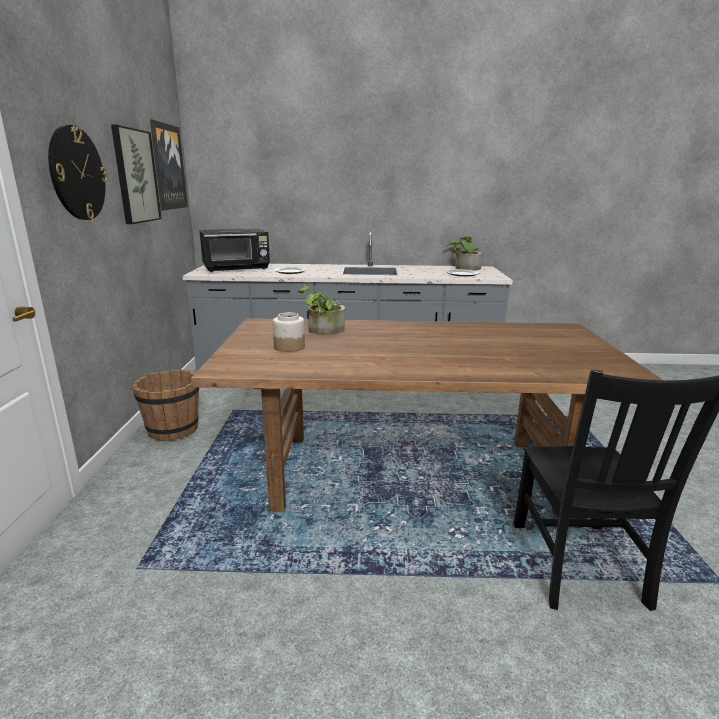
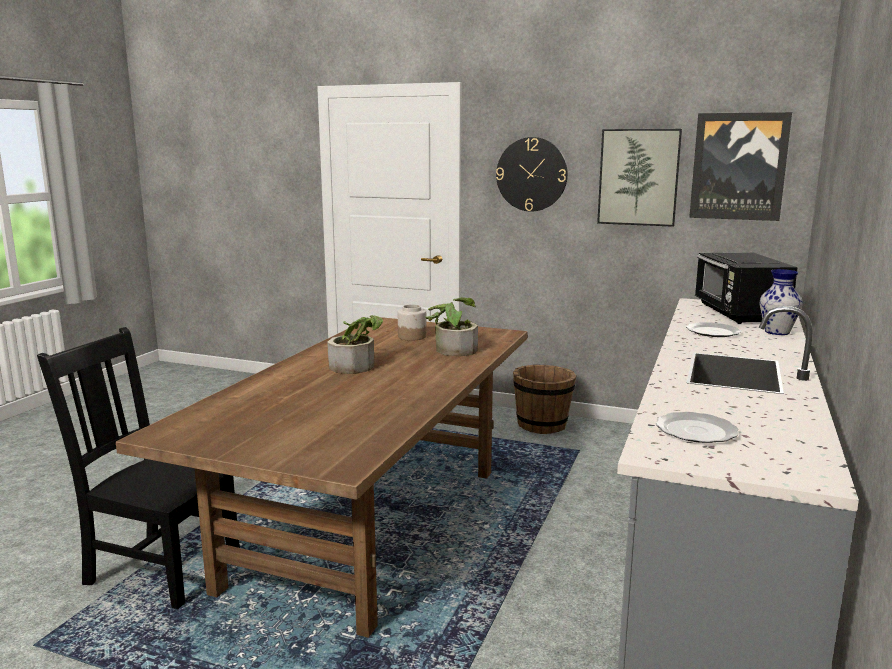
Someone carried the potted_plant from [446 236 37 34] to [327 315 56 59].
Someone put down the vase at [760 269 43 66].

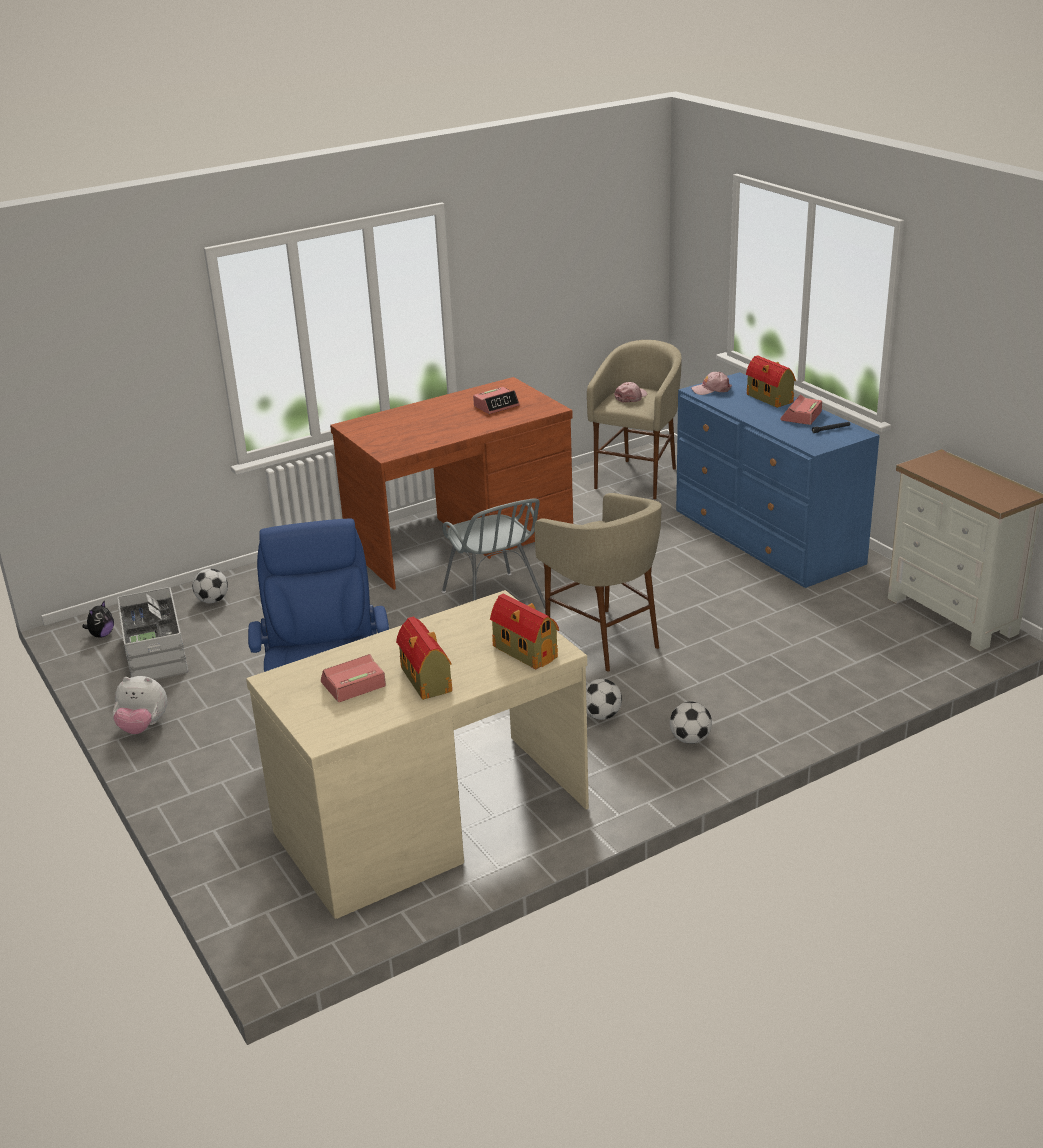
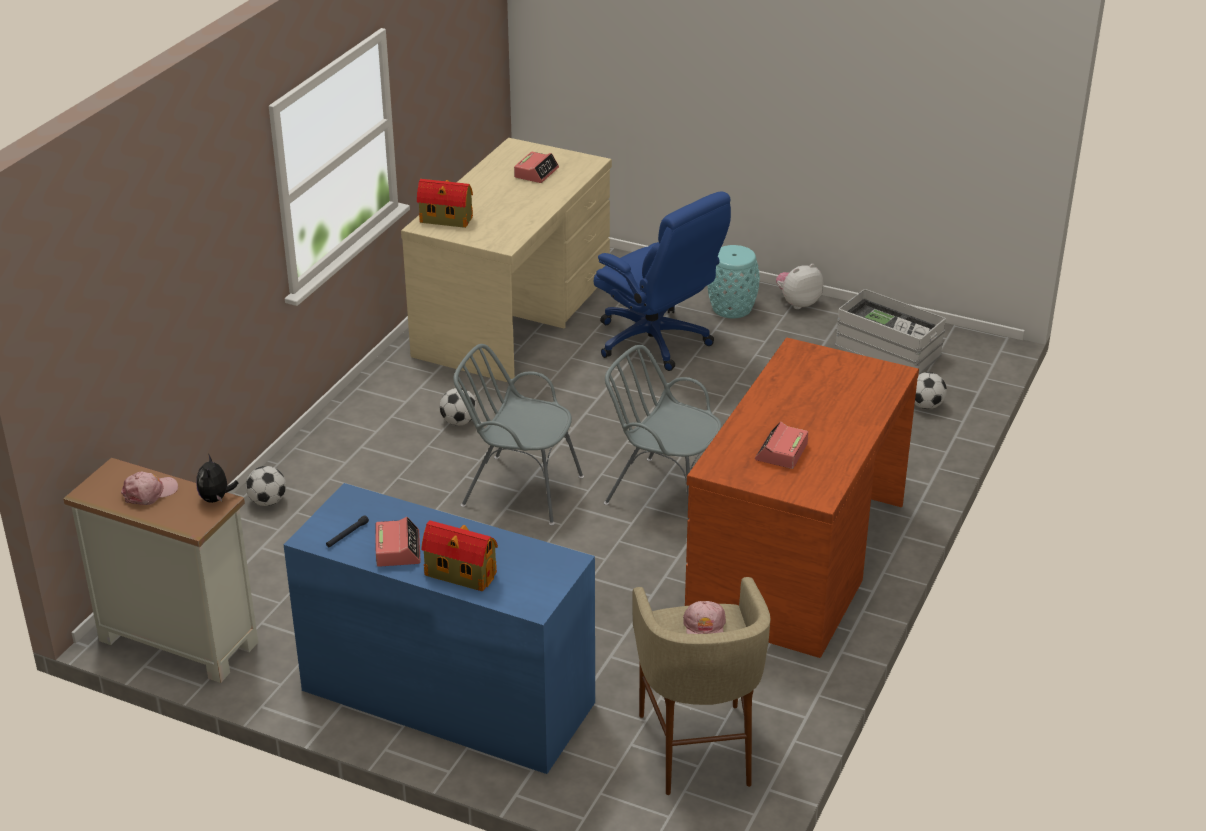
Someone carried the pink_cap from [691 372 41 23] to [121 472 57 33].
Someone carried the plush_toy from [82 600 32 38] to [196 455 42 48].
Someone carried the football from [670 702 42 42] to [246 466 40 40].
Someone swapped the beige_stool at [535 493 127 178] for the grey_chair at [453 344 131 181].
Someone put down the turquoise_stool at [707 245 53 73].
Someone took away the toy_house at [396 616 56 84].

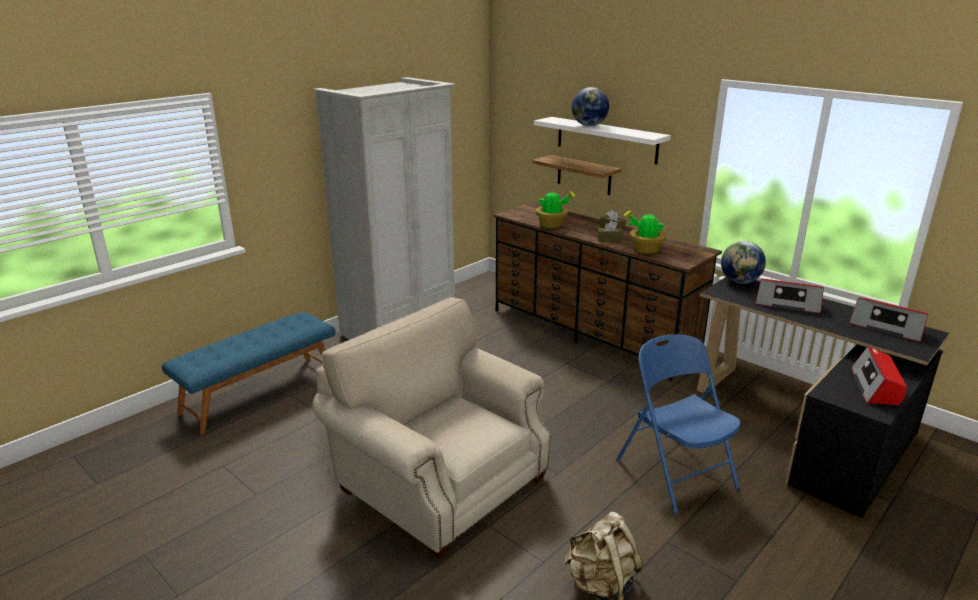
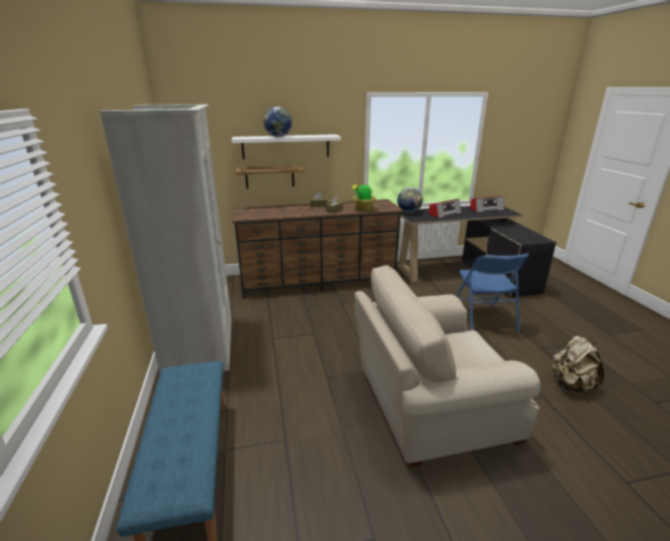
Someone rotated the blue_chair at [616 334 124 180] by 105 degrees counterclockwise.
Someone took away the potted_plant at [536 190 39 38].
Someone took away the radio at [851 346 56 59].

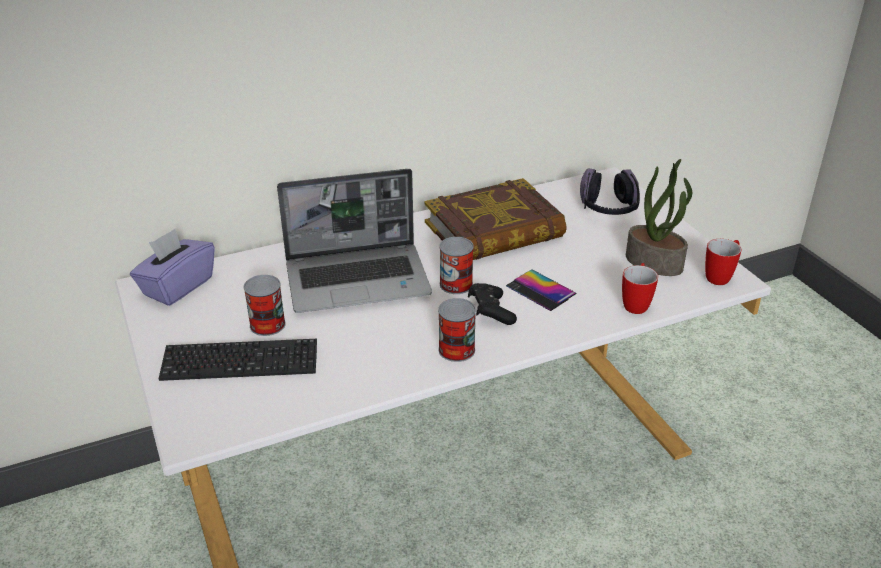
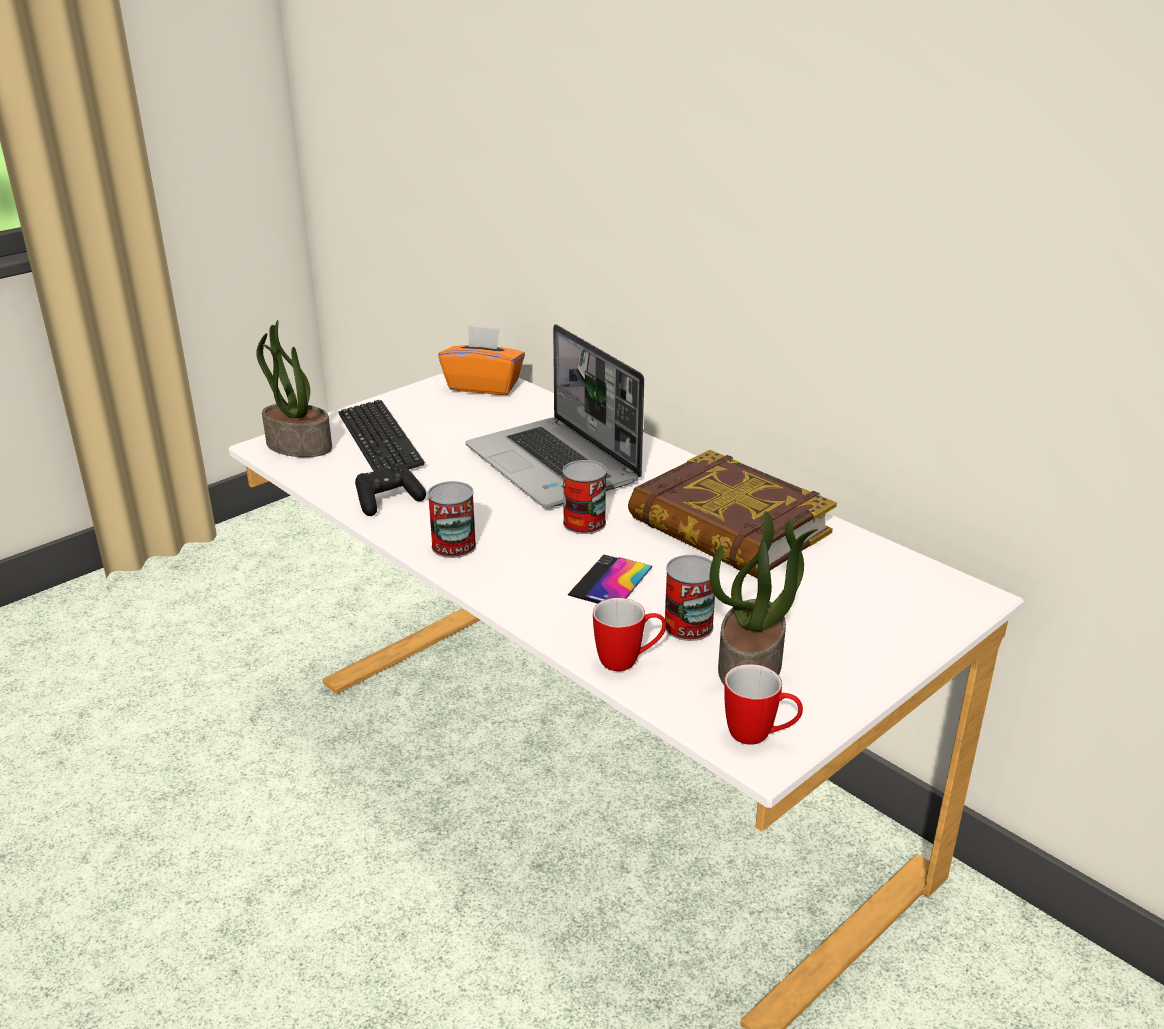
Someone put down the potted_plant at [256 320 76 137].
Someone carried the black_game_controller from [468 283 49 42] to [355 464 71 52].
Someone repainted the purple_tissue_box at [130 229 85 77], which became the orange_tissue_box at [438 325 87 70].
Someone carried the can from [244 275 42 61] to [665 555 50 86].
Someone took away the headphones at [580 168 60 47].

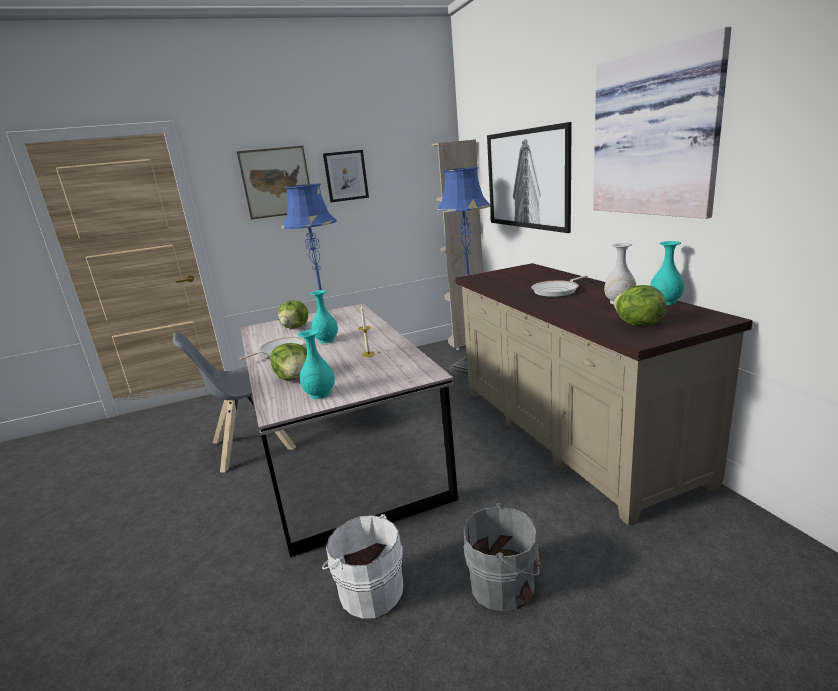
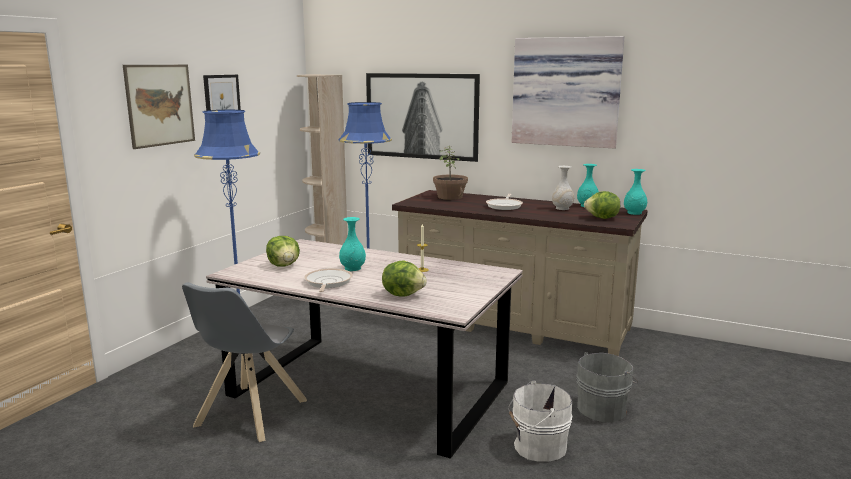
Someone put down the potted_plant at [433 146 35 54].
Someone carried the turquoise_vase from [298 329 37 70] to [624 169 23 46].

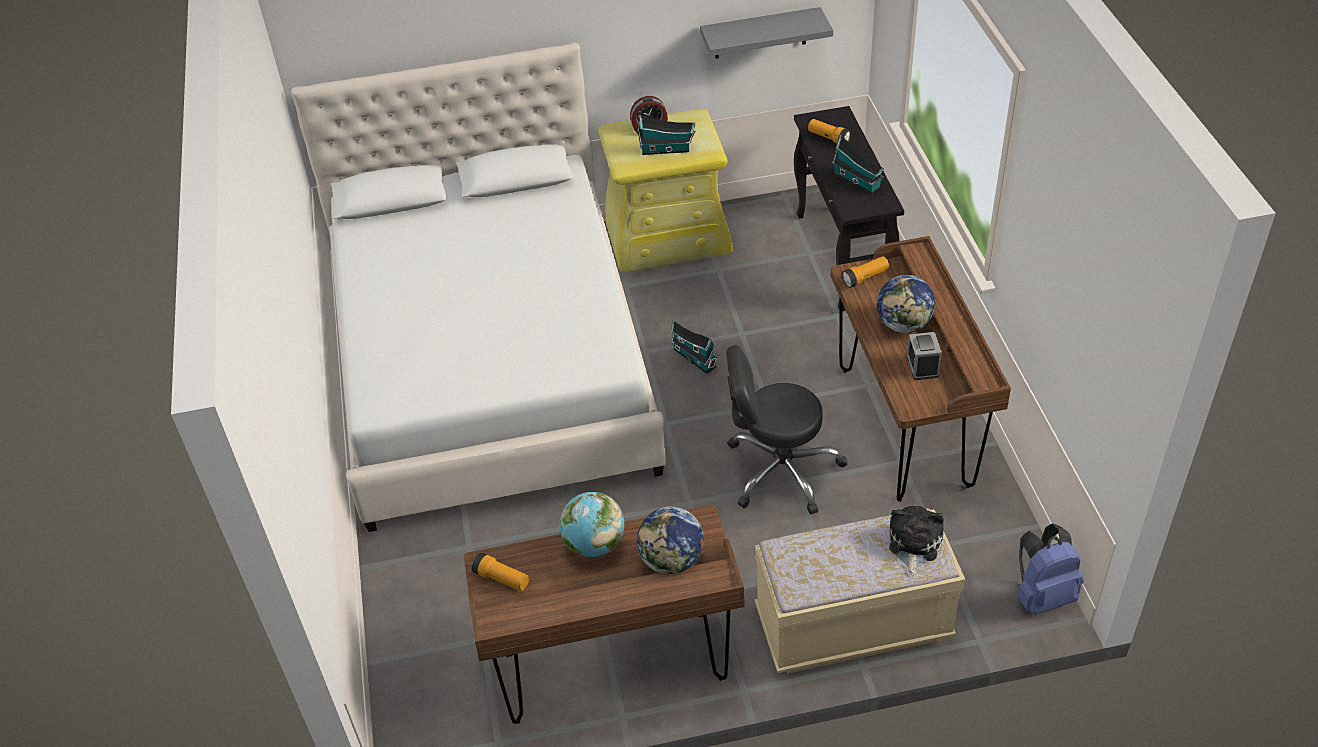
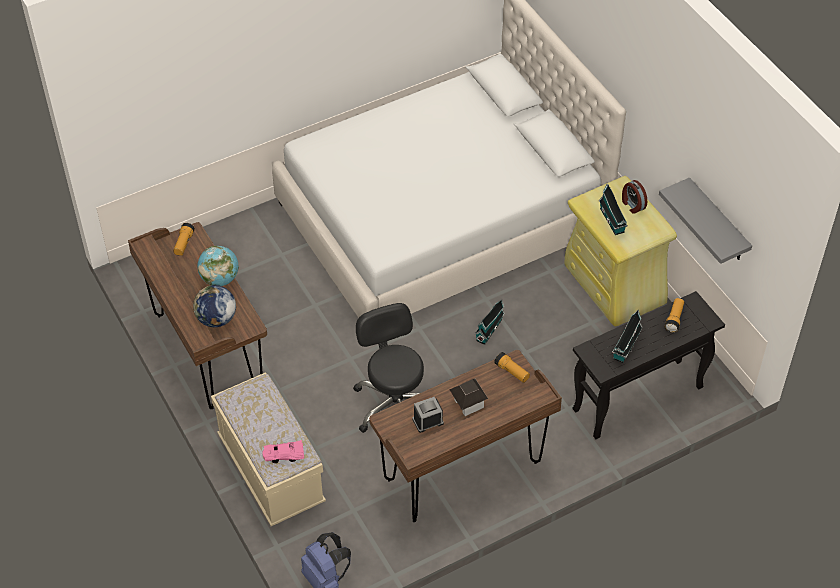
Someone swapped the plush_toy at [889 505 55 70] for the pink_toy_car at [262 440 42 23].
Someone swapped the globe at [877 275 58 58] for the toy_house at [449 379 39 37].

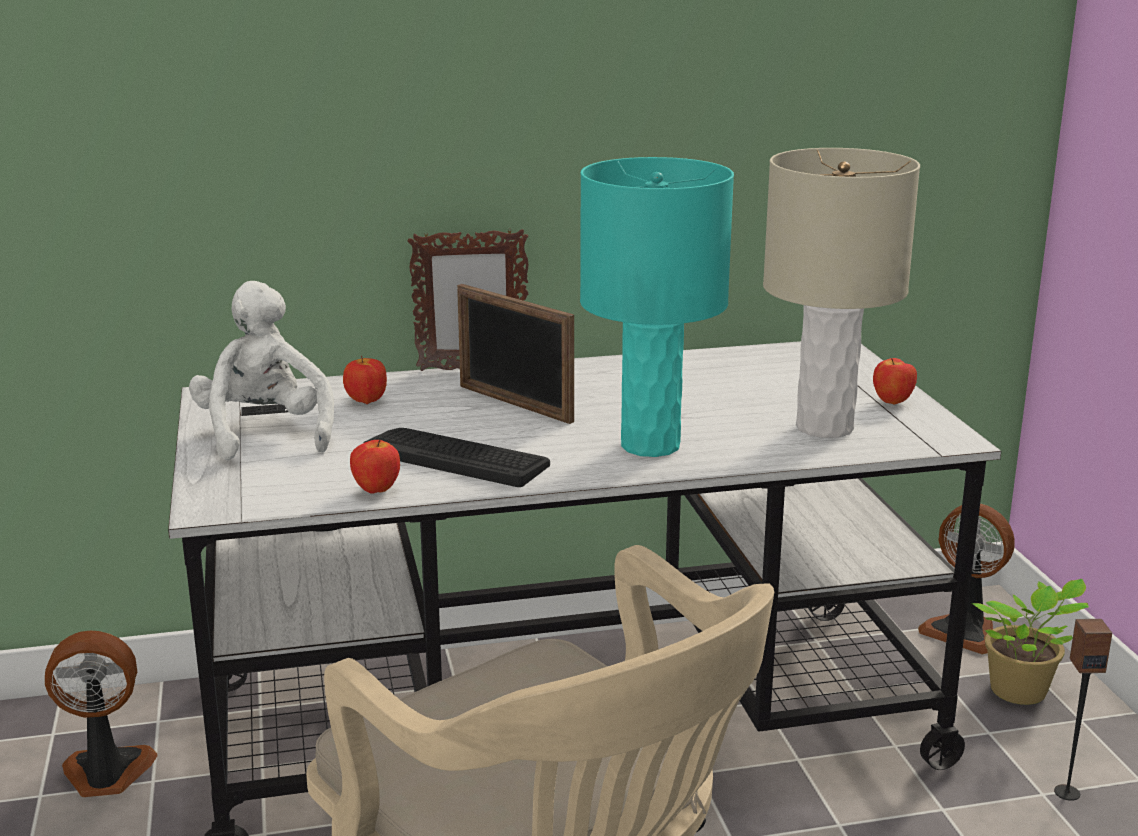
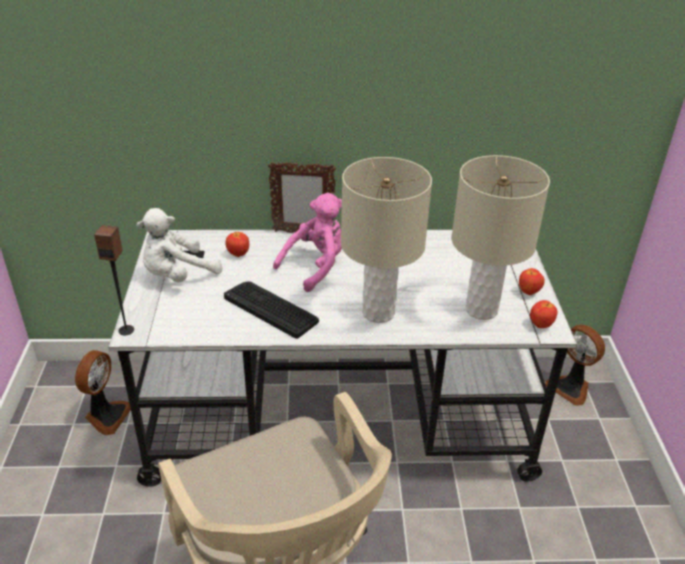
Someone rotated the fan at [45 631 112 166] by 105 degrees clockwise.
Someone carried the speaker from [1054 619 58 182] to [94 225 40 110].
Someone rotated the white_plush_toy at [189 281 145 179] by 120 degrees counterclockwise.
Someone swapped the picture_frame at [457 284 117 140] for the pink_plush_toy at [273 193 69 99].
Someone repainted the turquoise_table_lamp at [580 157 154 300], which became the beige_table_lamp at [341 157 91 166].
Someone carried the apple from [350 440 50 54] to [530 300 27 28].
Someone took away the potted_plant at [971 579 118 126].

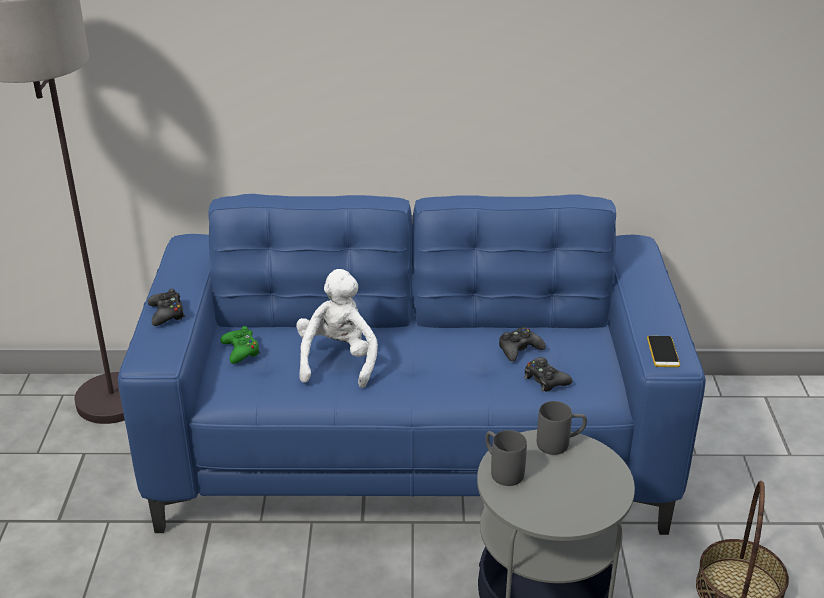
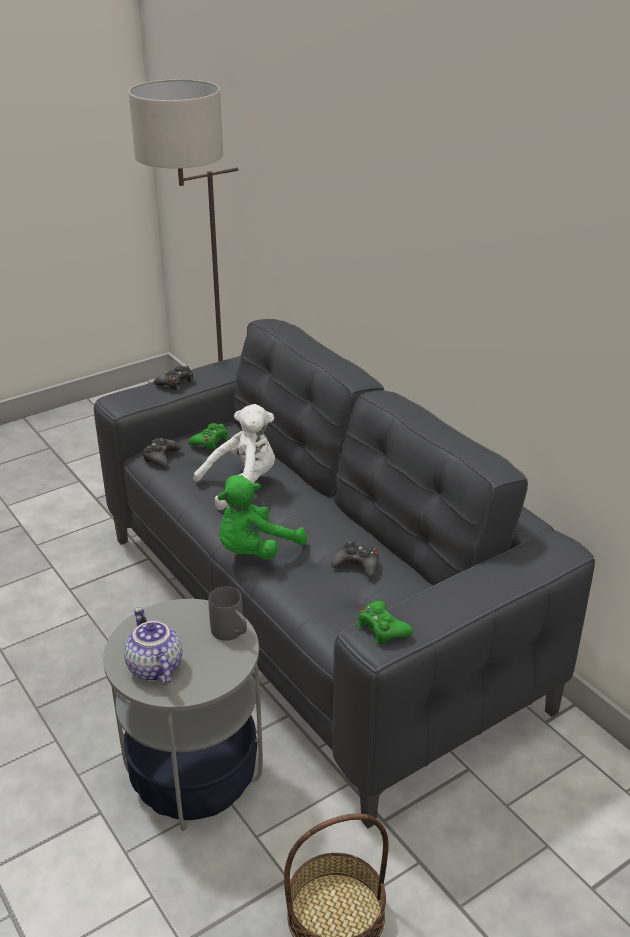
Someone repainted the blue_sofa at [118 194 588 341], which became the grey_sofa at [94 319 501 510].
Someone put down the teapot at [124 607 58 78].
Someone carried the black_game_controller from [524 357 49 35] to [143 438 38 29].
Someone put down the green_plush_toy at [217 475 90 85].
Someone swapped the phone at [647 336 33 31] for the green_game_controller at [357 601 56 43].
Someone took away the grey_mug at [485 430 42 56].

